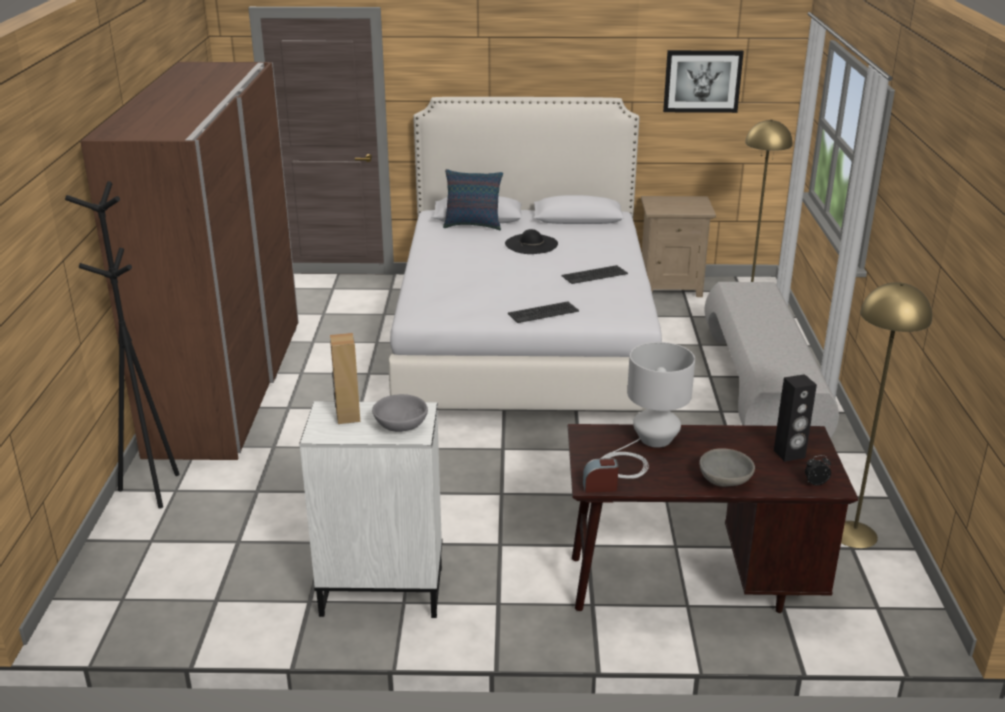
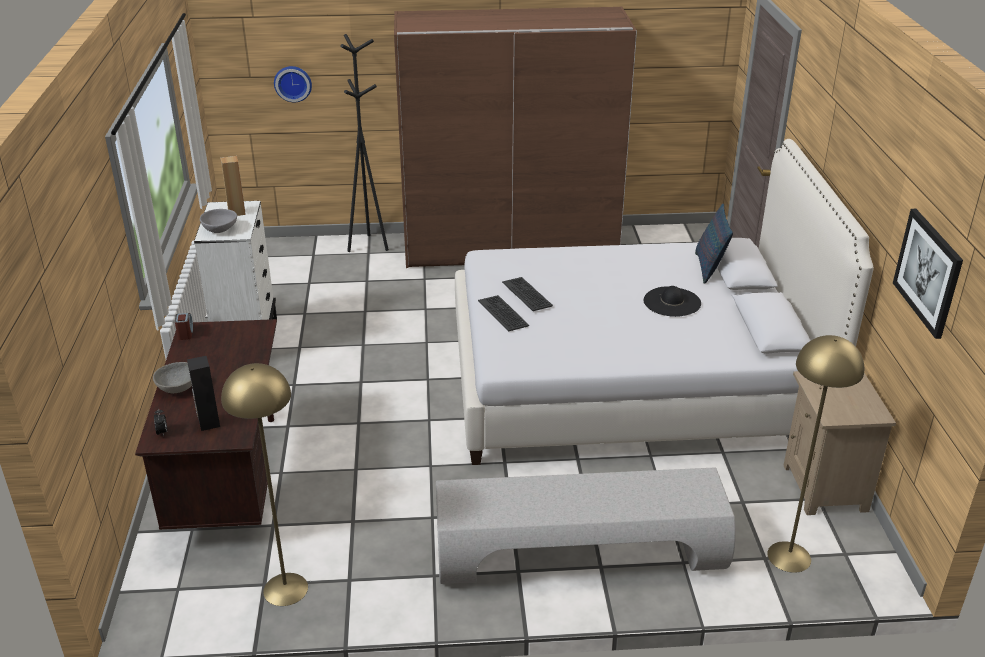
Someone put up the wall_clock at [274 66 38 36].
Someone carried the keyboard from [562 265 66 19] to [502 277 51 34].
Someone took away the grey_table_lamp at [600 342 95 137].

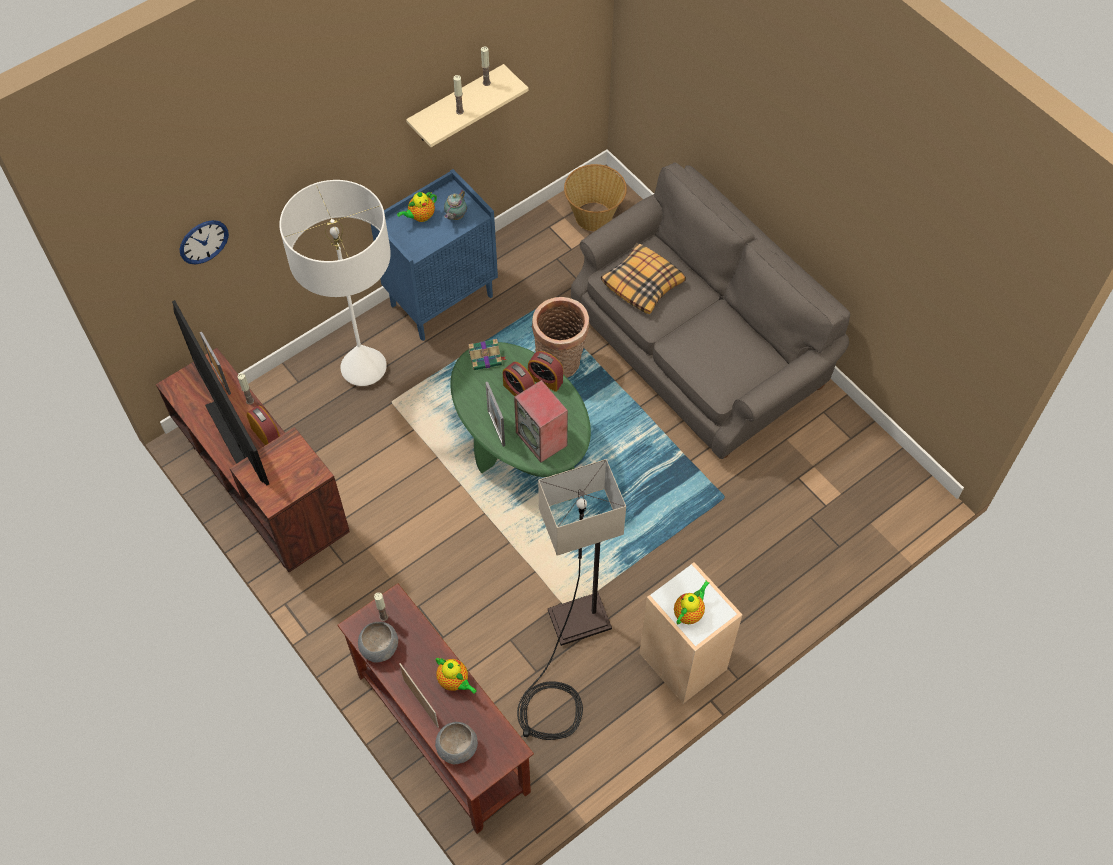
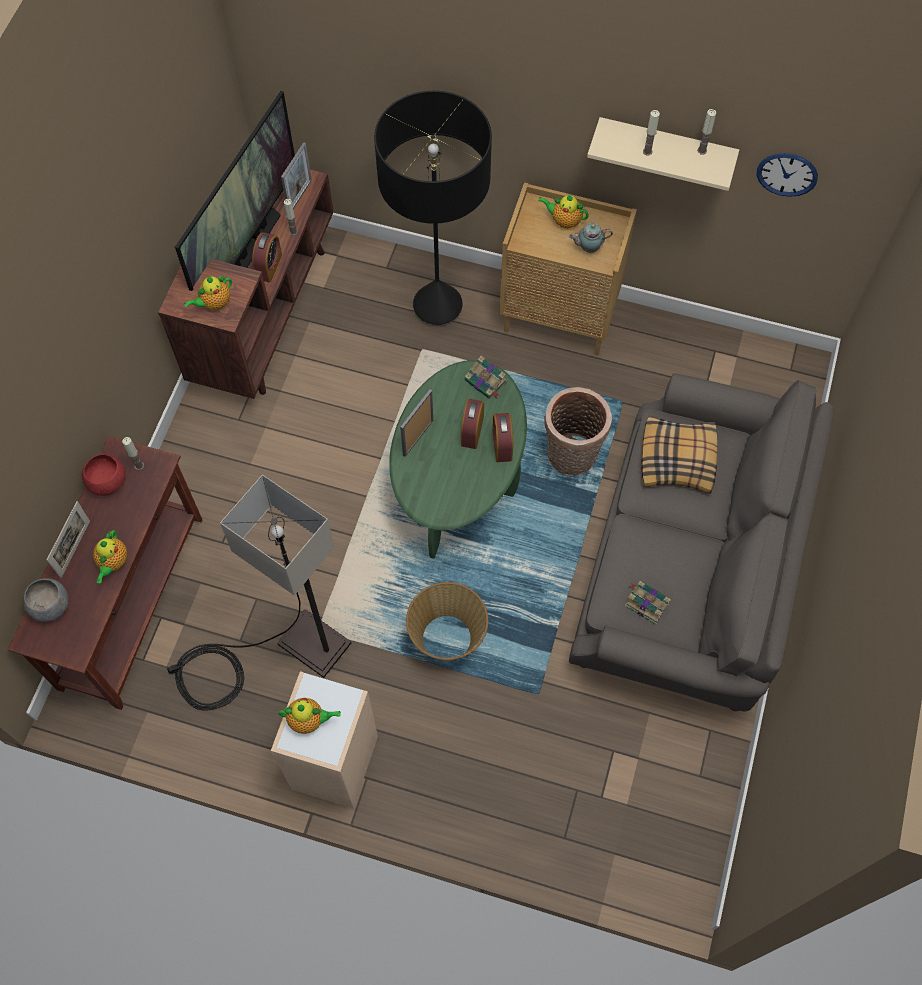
Someone repainted the grey_bowl at [358 622 40 41], which became the red_bowl at [82 454 44 42].
Someone put down the teapot at [184 276 48 34].
Someone repainted the white_floor_lamp at [279 180 112 206], which became the black_floor_lamp at [374 91 118 234].
Someone carried the basket from [564 164 63 67] to [406 582 82 79].
Someone repainted the blue_cabinet at [371 169 127 172], which became the brown_cabinet at [499 182 138 174].
Someone put down the book at [625 581 46 44].
Someone carried the wall_clock from [179 220 50 44] to [756 153 62 44].
Someone took away the speaker at [514 380 54 82].

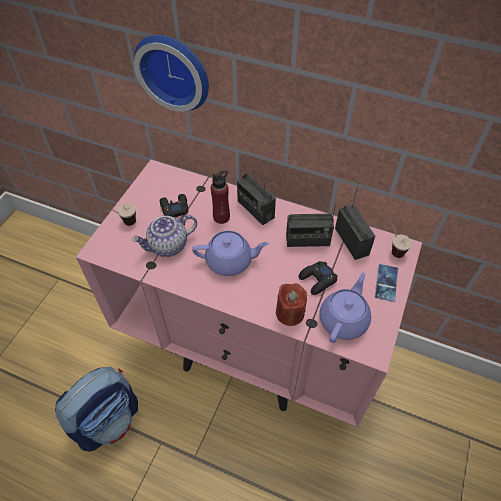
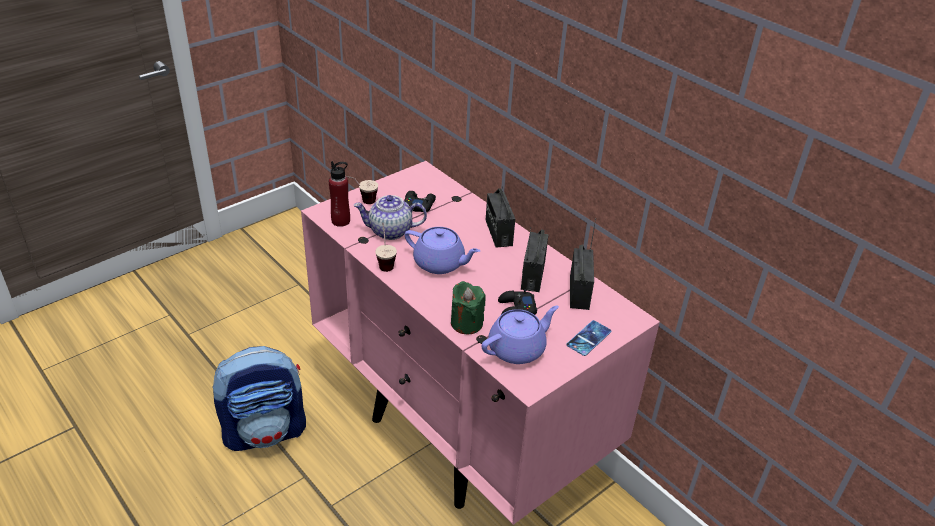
Someone carried the red_bottle from [211 171 19 53] to [329 161 21 66].
Someone carried the cup from [386 218 26 40] to [375 223 22 49].
Someone repainted the red_candle at [276 283 31 43], which became the green_candle at [451 281 35 53].
Someone rotated the radio at [286 203 50 44] by 75 degrees clockwise.
Someone took away the wall_clock at [134 35 75 77].

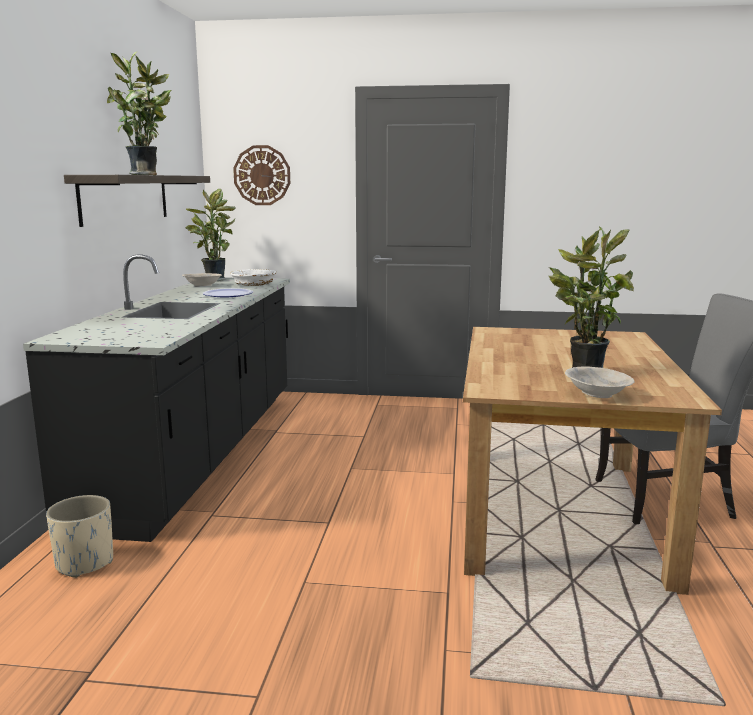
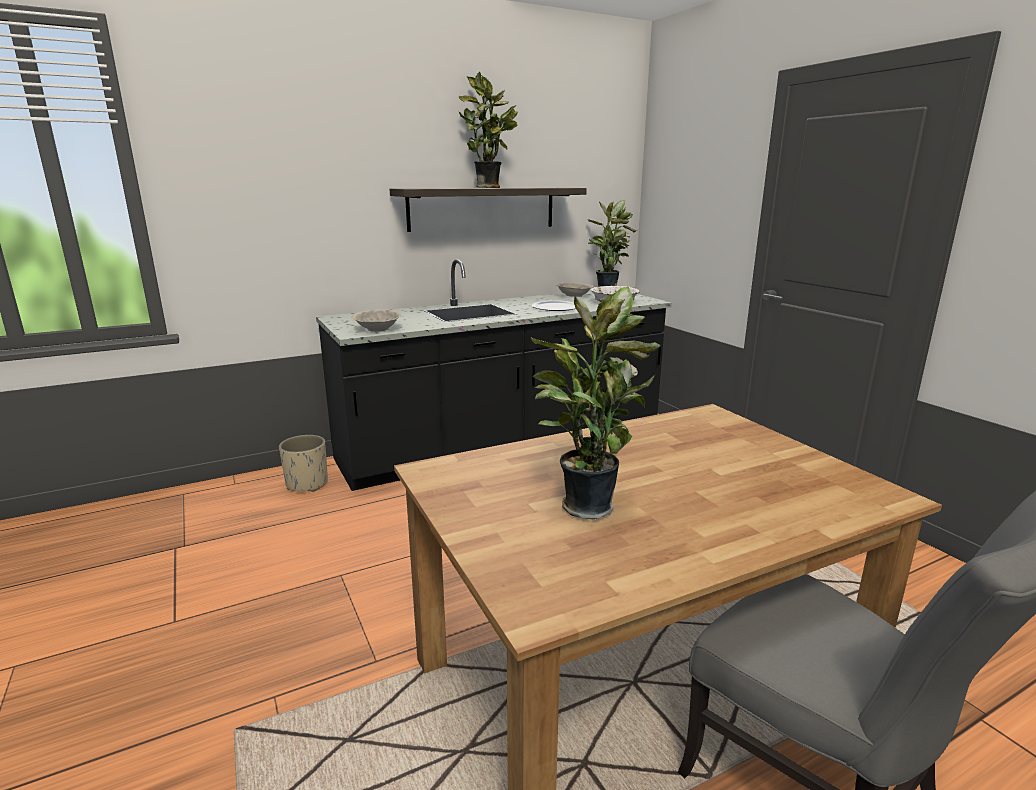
Someone carried the beige_bowl from [565 367 69 31] to [352 309 49 23].
Someone took away the wall_clock at [233 145 57 60].

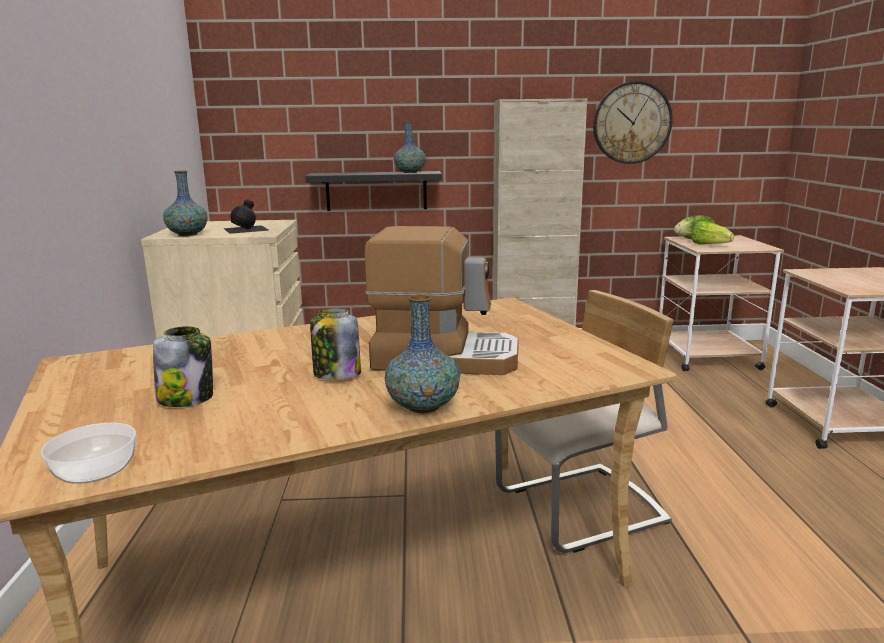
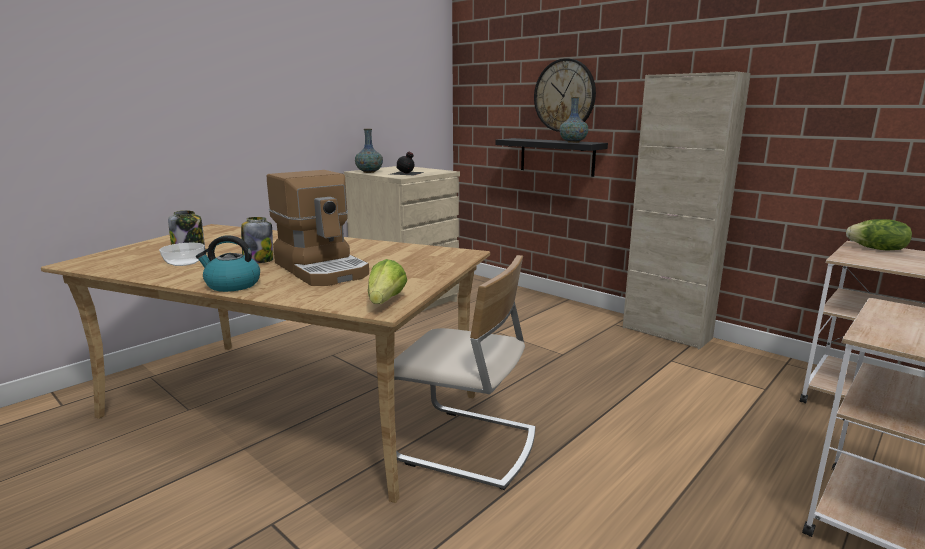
Someone carried the bowl from [41 423 95 61] to [159 243 46 23].
Someone swapped the vase at [384 295 76 118] for the kettle at [196 235 64 57].
Someone carried the lettuce from [691 221 43 23] to [368 259 39 45].
Someone carried the wall_clock from [593 81 80 83] to [534 58 62 74].

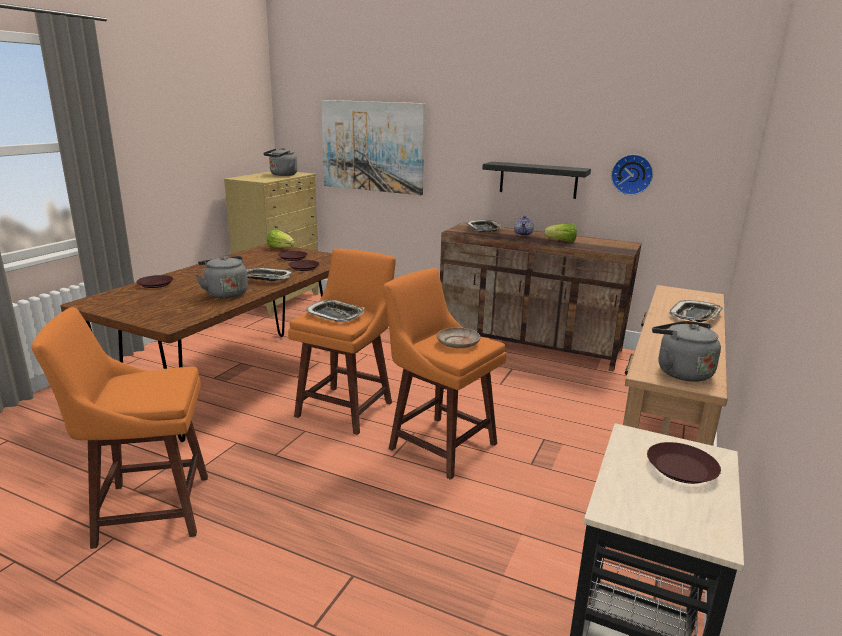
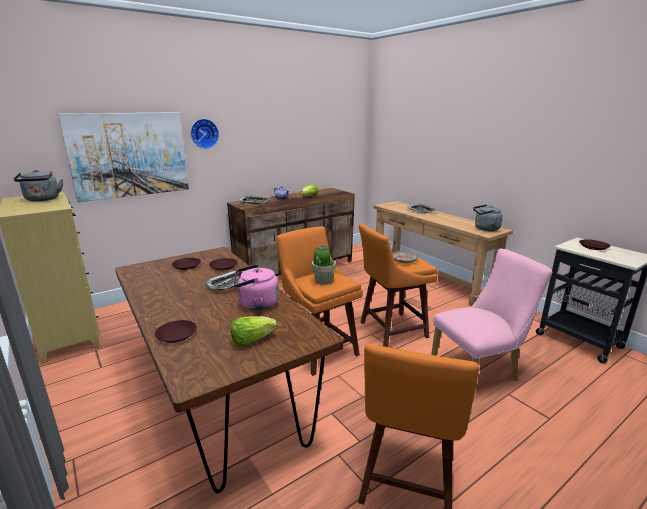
Someone carried the wall_clock from [611 154 42 41] to [190 119 29 30].
Someone carried the lettuce from [267 230 28 18] to [231 316 46 30].
Someone repainted the grey_kettle at [196 256 52 43], which became the pink_kettle at [234 264 45 46].
Someone swapped the tray at [305 300 60 22] for the potted_plant at [312 244 24 41].
Someone put down the pink_chair at [431 248 121 133].
Someone took away the black_shelf at [482 162 109 37].

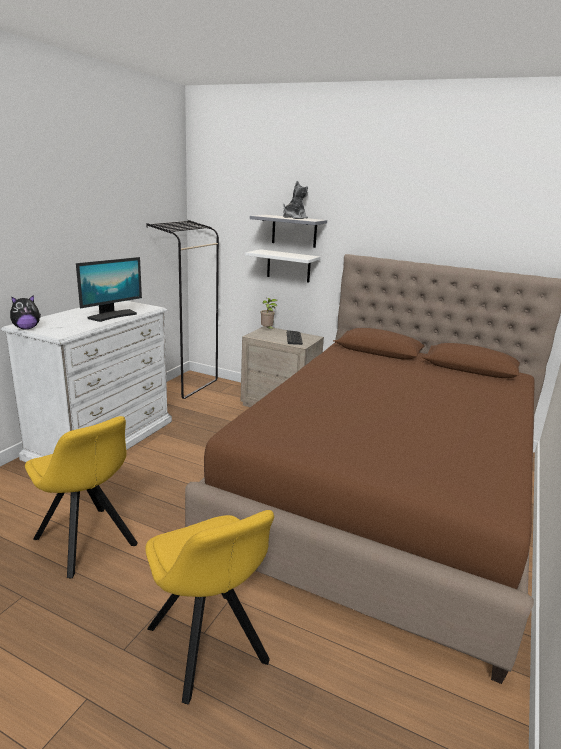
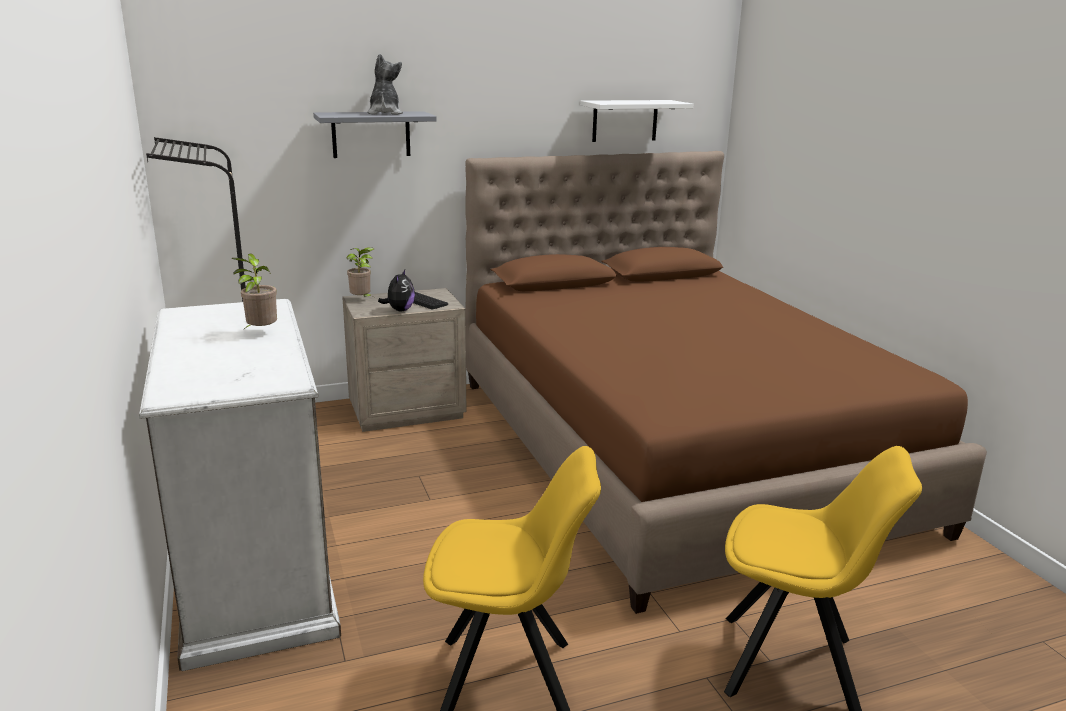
Someone swapped the monitor at [76 257 66 65] for the potted_plant at [232 253 45 78].
Someone carried the plush_toy from [10 295 31 34] to [378 270 37 41].
Someone carried the white_shelf from [245 249 76 34] to [580 100 113 42].

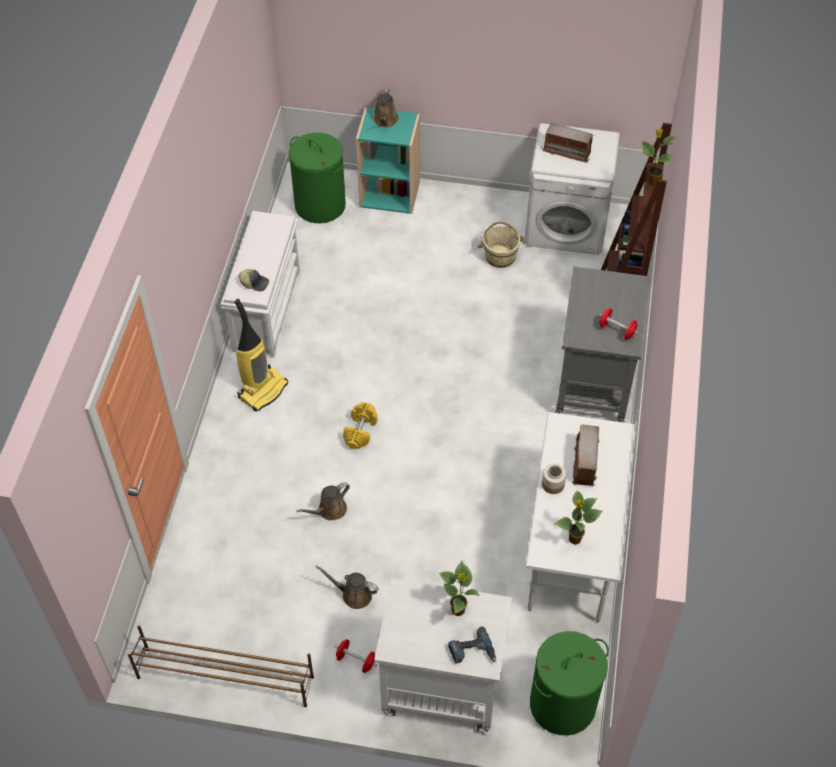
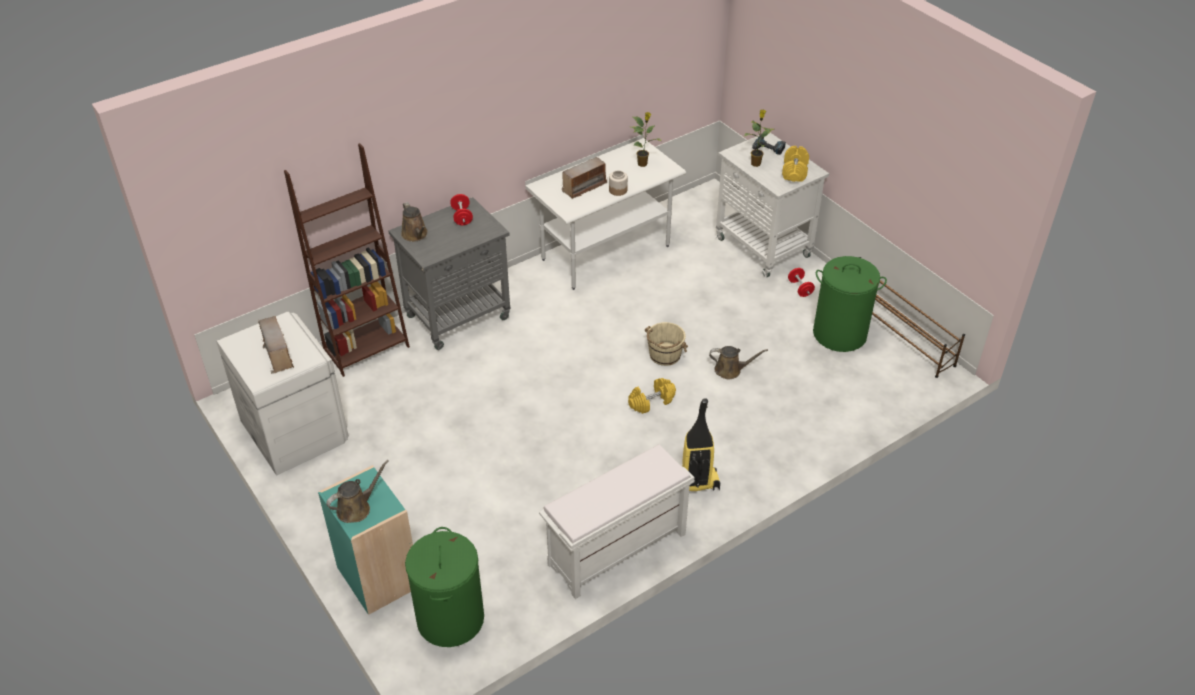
Someone carried the brown_watering_can from [316 565 63 44] to [401 202 27 40].
Someone carried the beige_bucket from [478 222 47 46] to [645 322 43 44].
Someone put down the yellow_dumbbell at [782 146 27 36].
Someone carried the green_laundry_basket from [530 631 79 104] to [813 256 74 96].
Someone took away the cap at [238 269 31 22].
Someone took away the potted_plant at [642 128 34 58].

